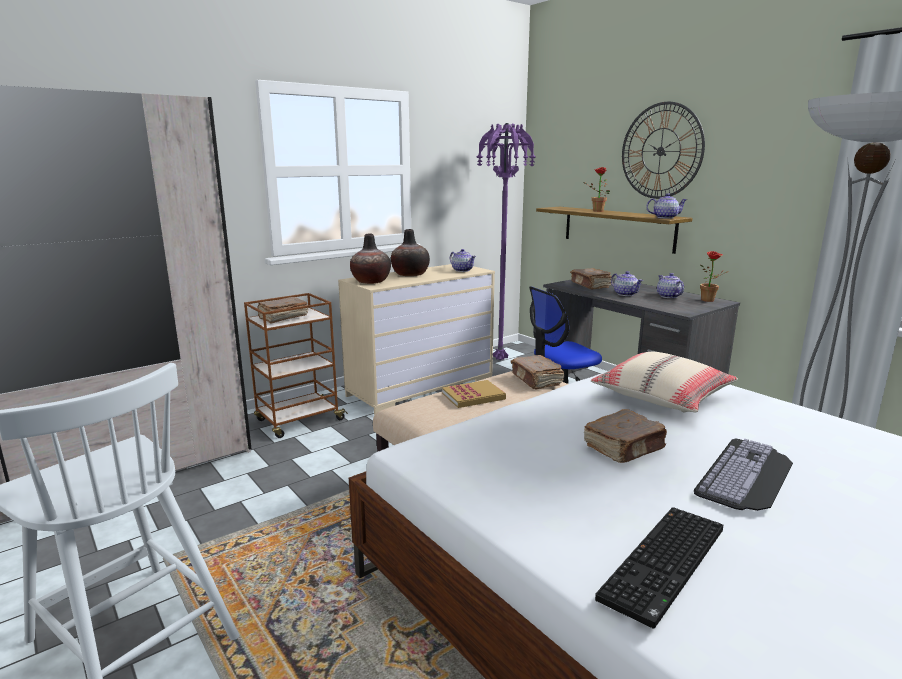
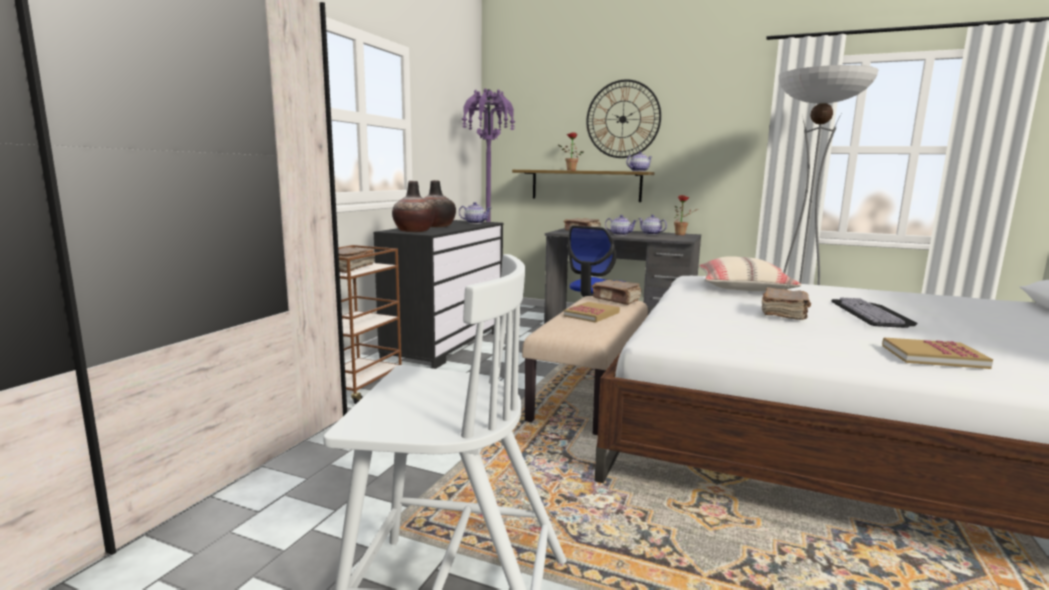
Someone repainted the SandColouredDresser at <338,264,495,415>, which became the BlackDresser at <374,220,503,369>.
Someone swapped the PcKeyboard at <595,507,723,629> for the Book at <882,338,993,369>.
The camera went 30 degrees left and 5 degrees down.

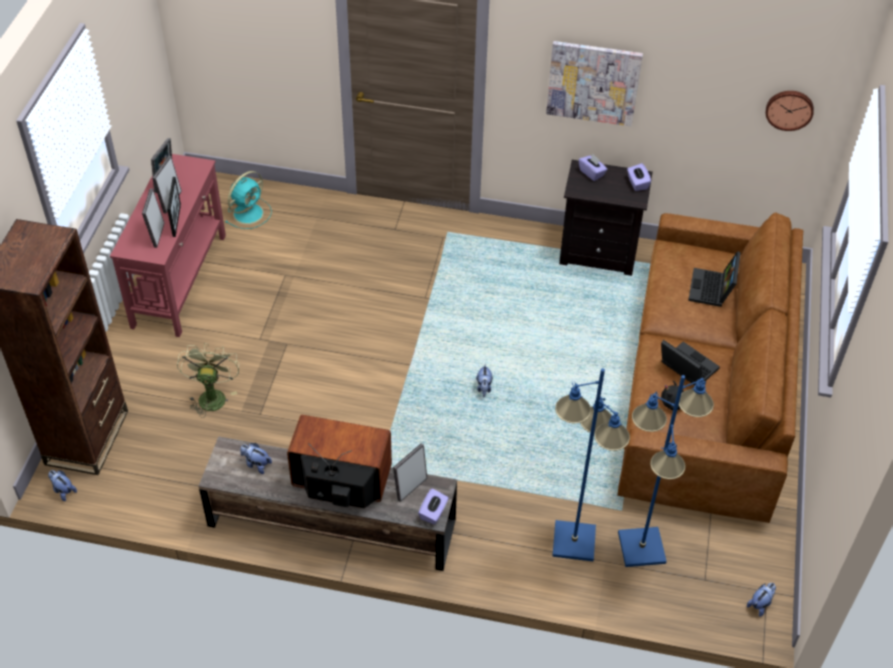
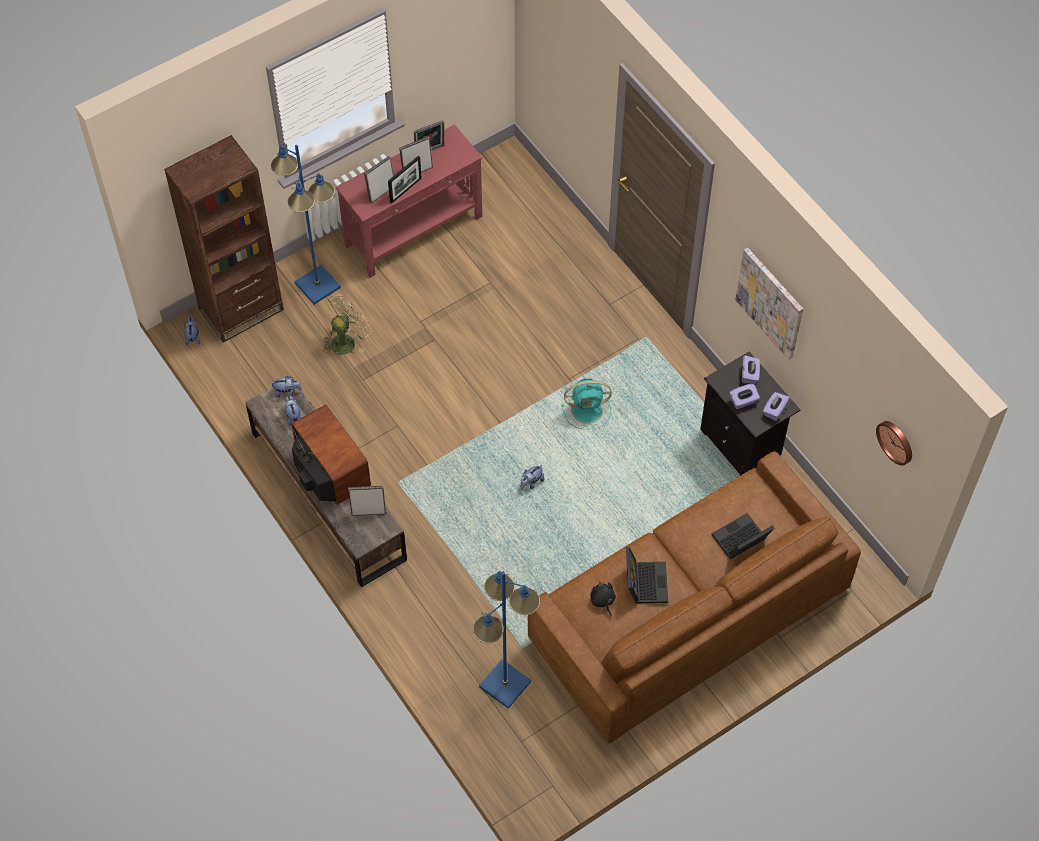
Someone carried the TurquoiseColouredElectricFan from <225,171,272,229> to <561,379,612,430>.
Someone carried the BlueColouredFloorLamp from <552,368,630,561> to <271,144,341,305>.
Someone carried the PurpleBoxOfTissues from <418,488,449,525> to <729,383,760,409>.
Someone carried the CuddlyToy from <747,583,776,617> to <271,376,302,398>.
The camera went 45 degrees right and 10 degrees up.

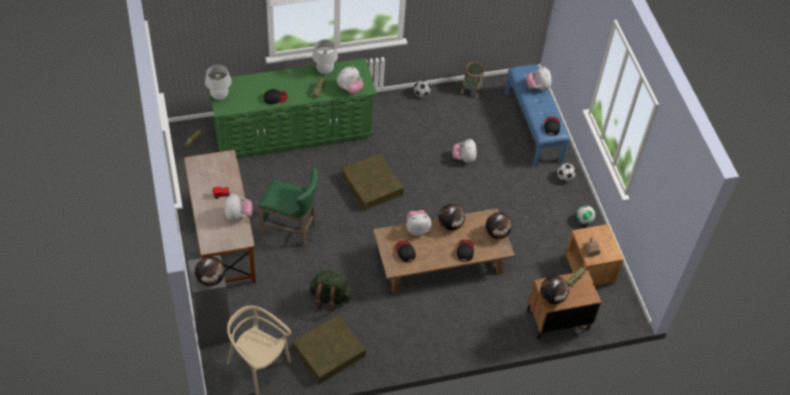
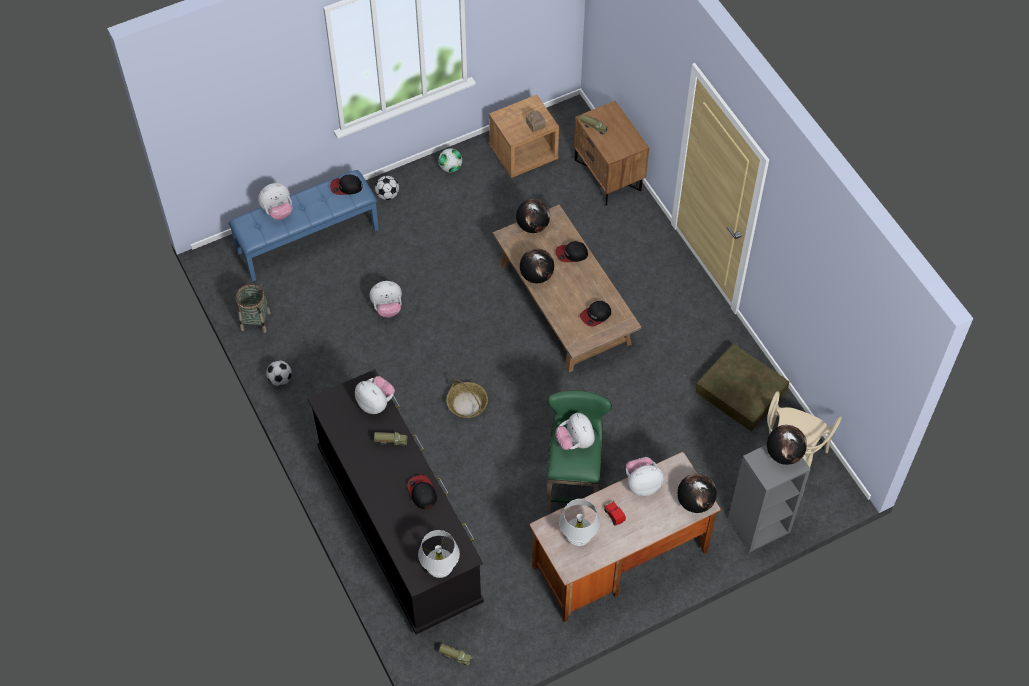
Someone carried the WhitishTabletopLamp from <312,39,338,74> to <559,499,600,546>.
Someone repainted the GreenColouredDresser at <209,58,377,158>, which became the BlackDresser at <308,369,484,634>.
Someone swapped the BrownStorageBox at <342,154,404,211> for the HouseholdBasket at <447,380,488,418>.
Someone carried the CuddlyToy from <406,210,432,236> to <555,413,595,450>.
Someone took away the GreenColouredRucksack at <309,270,352,311>.
Someone carried the DeskGlobe from <541,276,569,304> to <677,474,717,513>.
The camera went 100 degrees left and 5 degrees up.

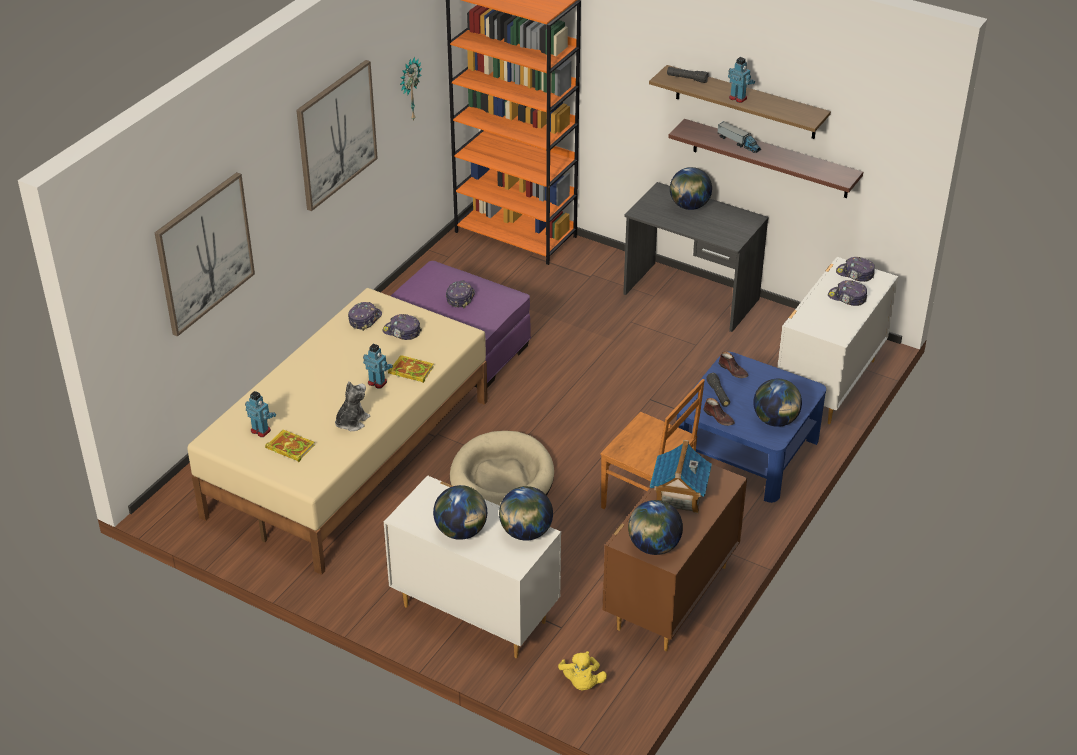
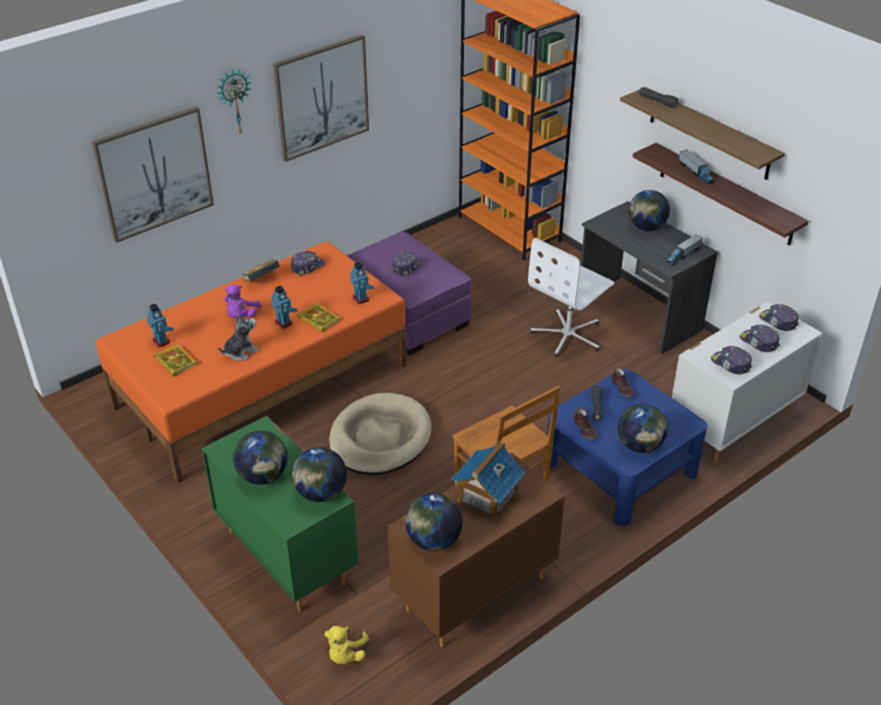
Someone carried the HangingClock from <400,57,422,121> to <217,69,252,135>.
Someone carried the ToyRobot from <728,57,755,103> to <350,262,374,304>.
Someone repainted the SandColouredBedroomBed at <187,288,488,575>, which became the OrangeyBedroomBed at <96,241,407,484>.
Someone carried the BaseballCap from <382,314,422,340> to <711,346,752,374>.
Someone repainted the WhitishDresser at <384,475,561,658>, which became the GreenColouredDresser at <202,416,359,612>.
Someone put down the ToyTruck at <665,234,703,265>.
Someone put down the WhitishOfficeChair at <528,238,614,357>.
Someone put down the Book at <242,259,280,282>.
Someone put down the PurpleCuddlyToy at <224,284,262,319>.
The camera went 20 degrees right and 0 degrees up.

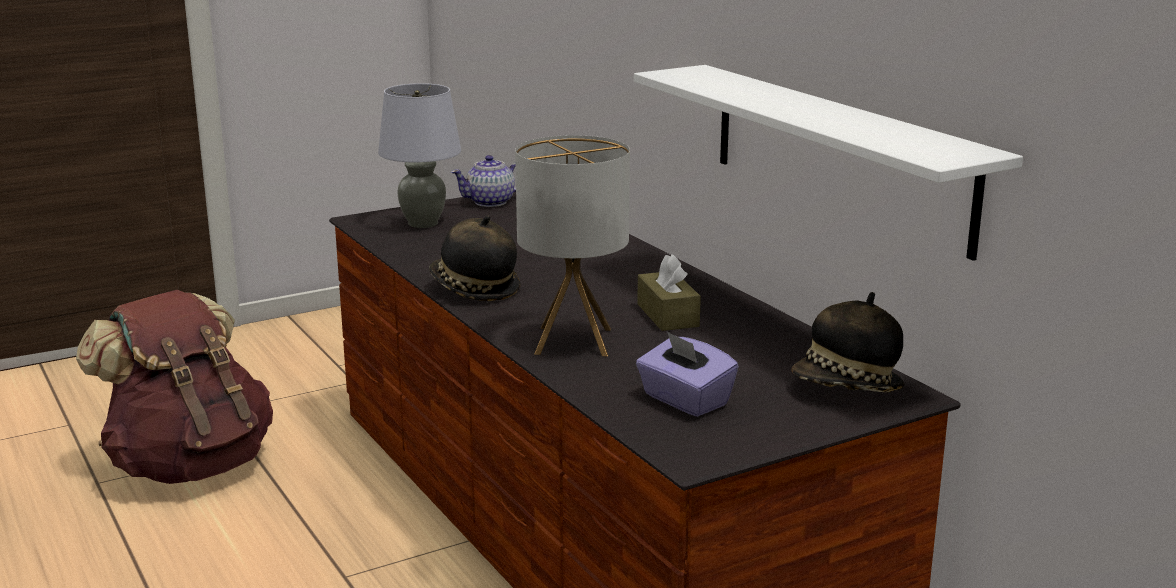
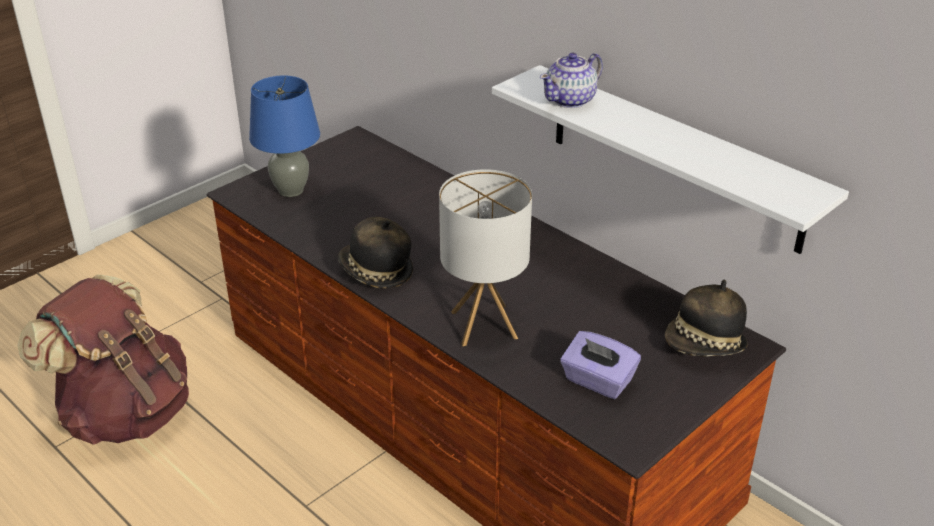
Someone repainted the GrayTabletopLamp at <378,83,461,228>, which became the BlueColouredTabletopLamp at <249,75,320,197>.
Someone carried the TeaPot from <451,155,516,207> to <540,53,603,108>.
Someone took away the BrownBoxOfTissues at <637,254,701,331>.
The camera went 15 degrees left and 15 degrees up.

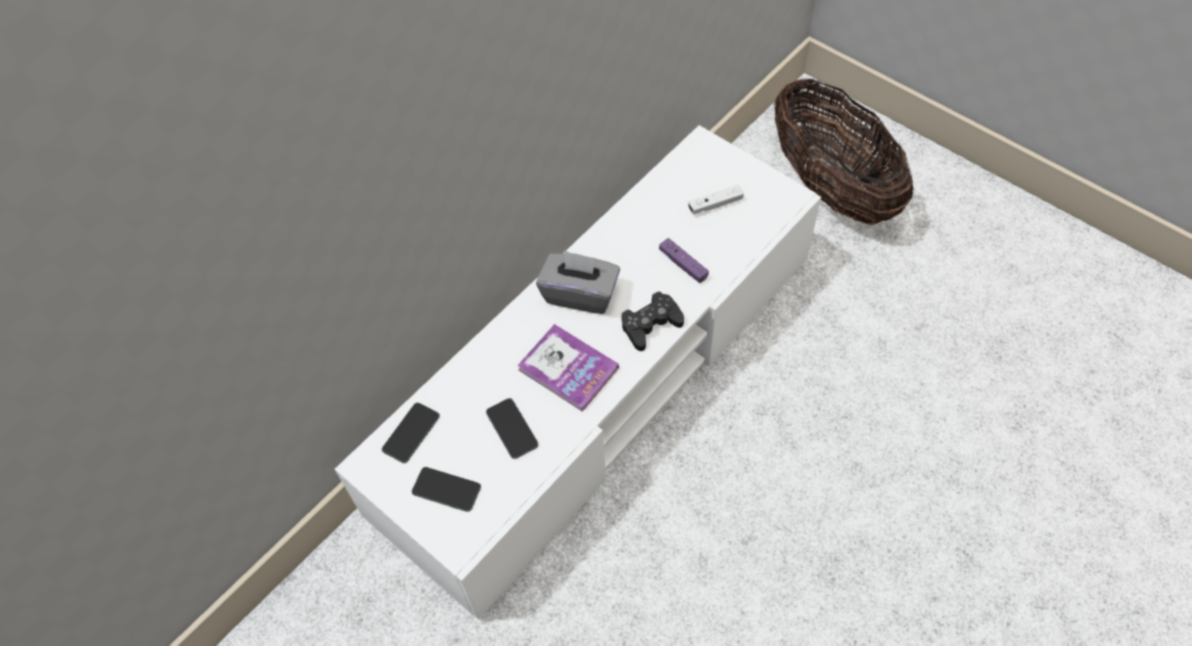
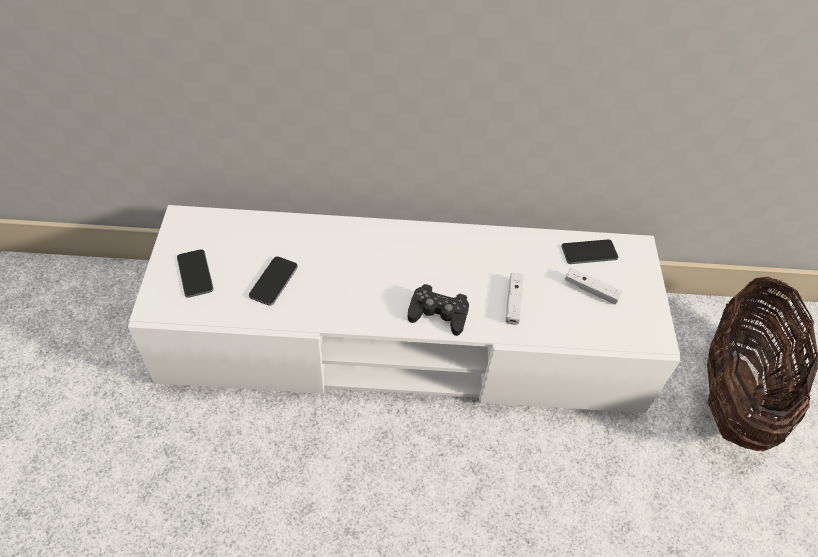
Someone repainted the PurpleJoypad at <659,238,709,283>, which became the WhitishJoypad at <506,273,524,325>.
Someone took away the GrayBoxOfTissues at <536,250,620,314>.
Someone took away the Book at <517,324,619,412>.
Someone carried the Phone from <382,403,440,463> to <561,239,618,264>.
The camera went 45 degrees right and 5 degrees down.

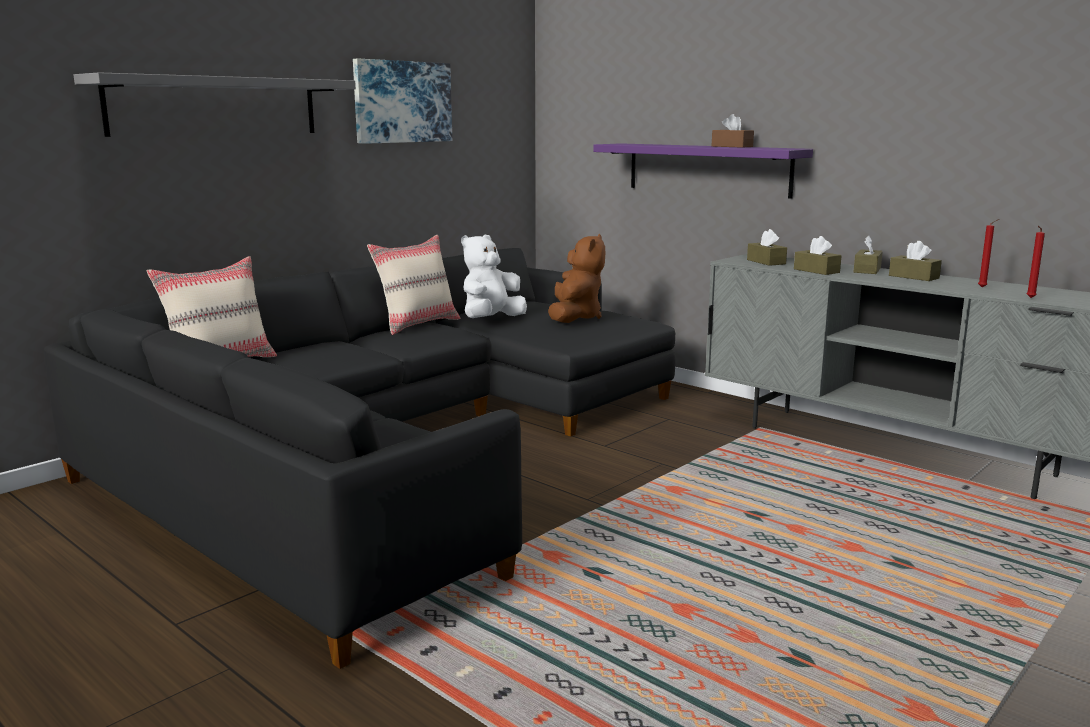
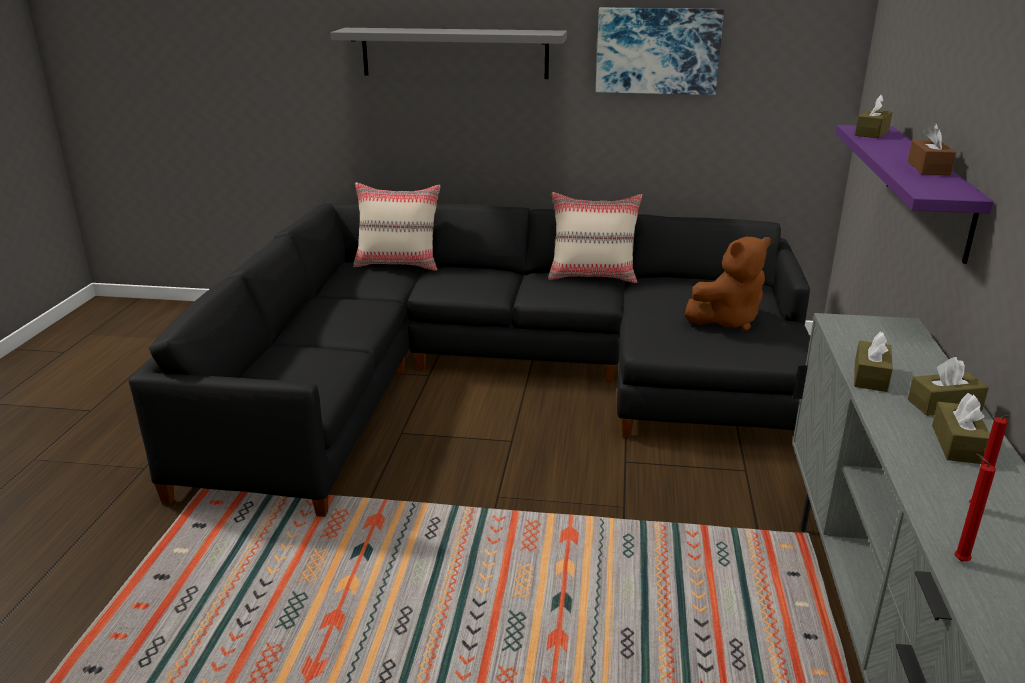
Someone carried the BrownBoxOfTissues from <747,229,787,266> to <855,95,893,138>.
Someone took away the WhitishCuddlyToy at <461,234,527,318>.
The camera went 55 degrees right and 10 degrees up.

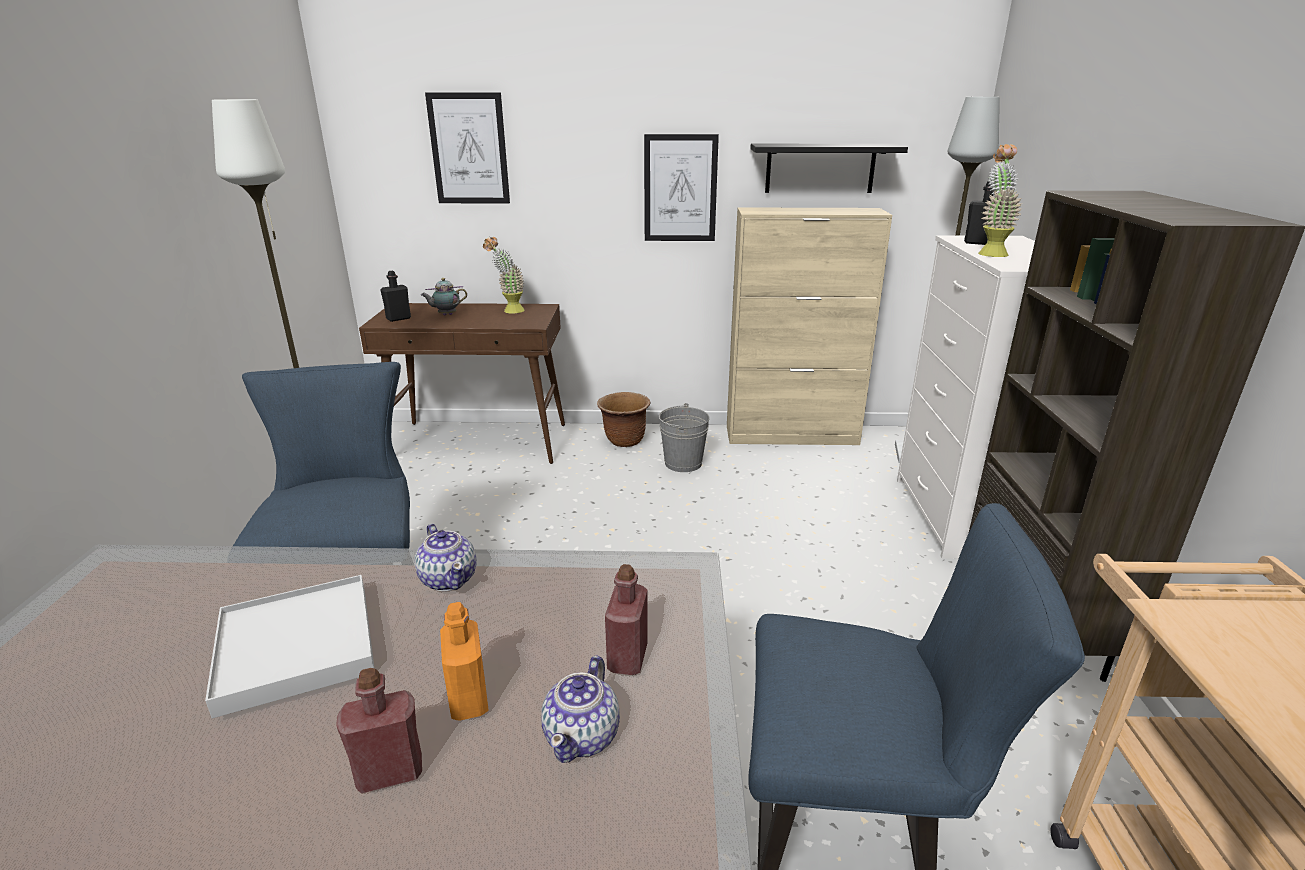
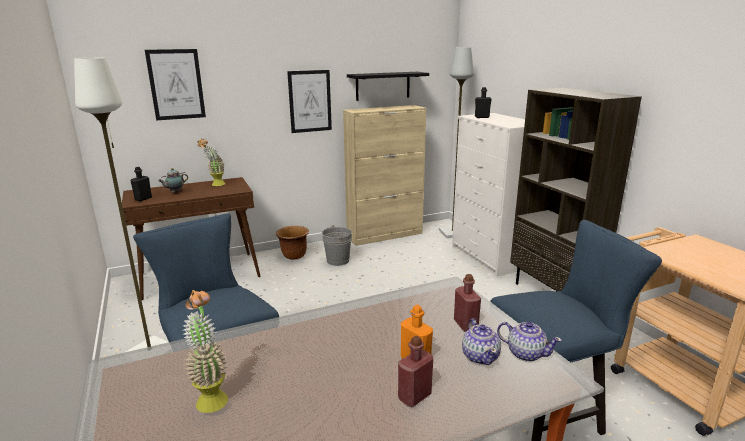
Someone carried the PottedPlant from <978,144,1023,257> to <183,290,228,413>.
Someone carried the TeaPot from <415,524,477,591> to <497,322,562,362>.
Someone took away the WhitishTray at <205,575,374,718>.
The camera went 25 degrees left and 5 degrees down.

